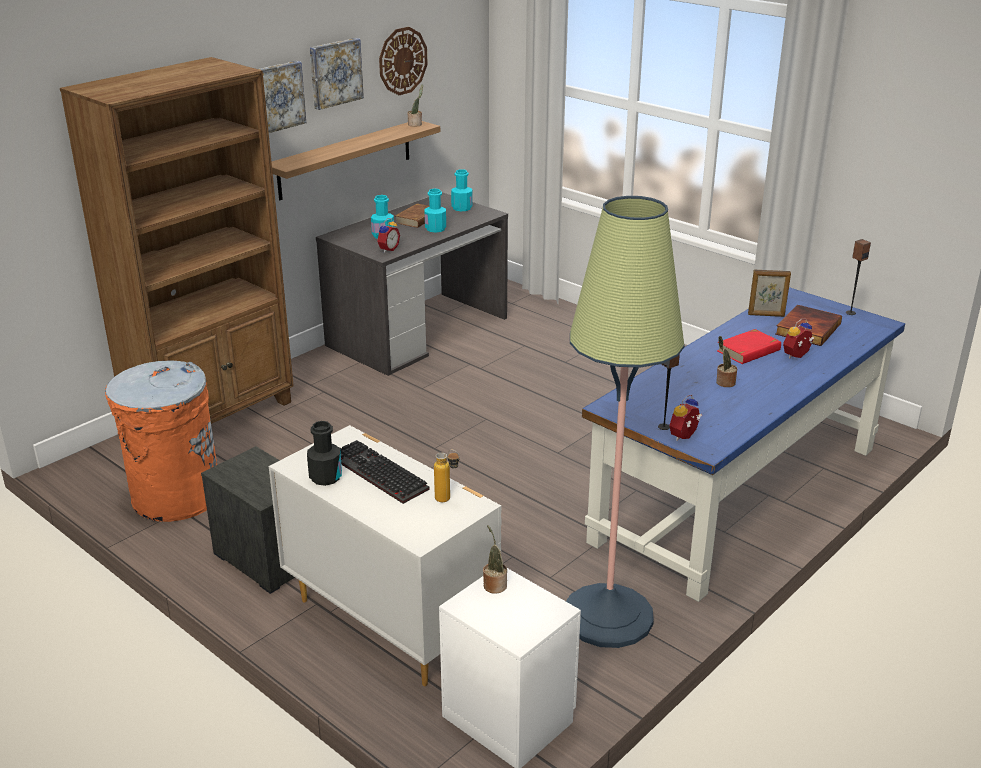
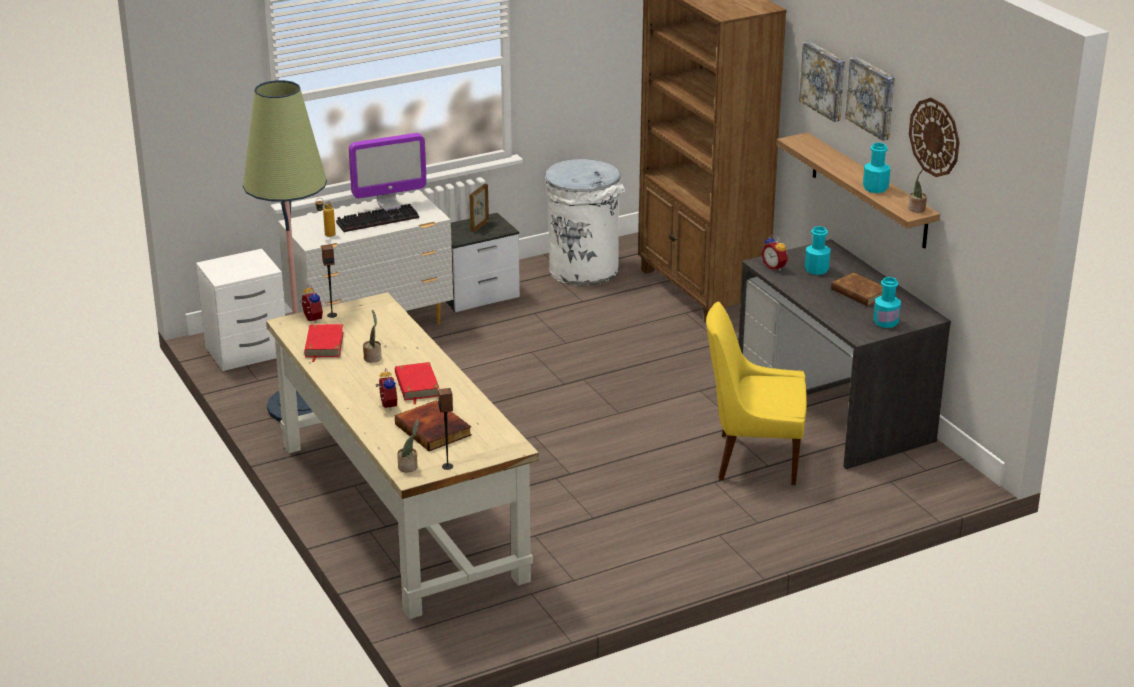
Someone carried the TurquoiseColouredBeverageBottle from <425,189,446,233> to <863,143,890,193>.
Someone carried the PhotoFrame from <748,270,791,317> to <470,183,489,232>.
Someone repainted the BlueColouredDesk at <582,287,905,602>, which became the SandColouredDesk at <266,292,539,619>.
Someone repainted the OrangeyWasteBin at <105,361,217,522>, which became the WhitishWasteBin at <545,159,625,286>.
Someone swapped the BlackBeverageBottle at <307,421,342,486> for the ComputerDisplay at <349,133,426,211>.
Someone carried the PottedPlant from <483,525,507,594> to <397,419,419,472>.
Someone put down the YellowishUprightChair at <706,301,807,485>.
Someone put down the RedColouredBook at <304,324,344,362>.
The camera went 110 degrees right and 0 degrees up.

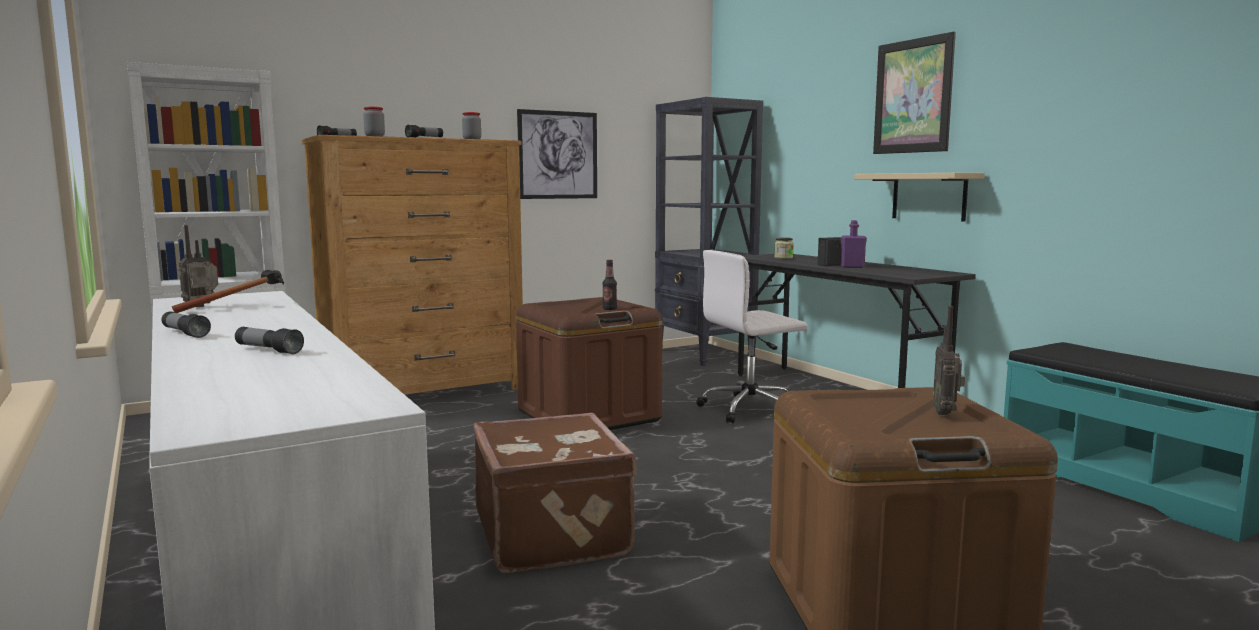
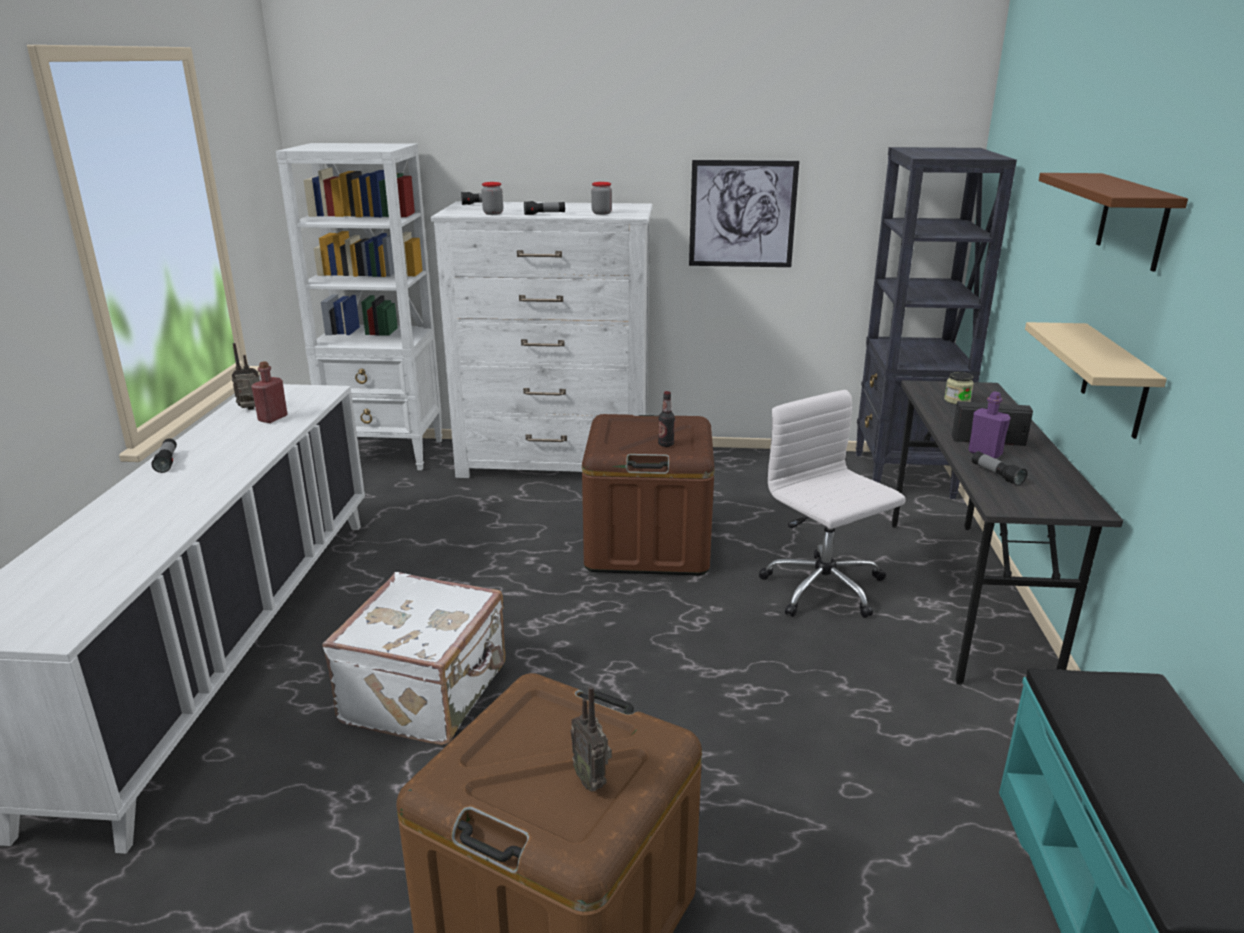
Someone swapped the WallArt at <873,32,956,154> for the BrownWallShelf at <1039,173,1188,272>.
Someone repainted the BrownDresser at <301,135,523,395>, which became the WhitishDresser at <431,201,652,478>.
Someone rotated the WhitishOfficeChair at <696,250,808,423> by 45 degrees clockwise.
Someone swapped the Hammer at <172,270,284,313> for the RedColouredBeverageBottle at <251,361,288,423>.
Someone rotated the Radio at <933,306,965,415> by 75 degrees counterclockwise.
Someone carried the Torch from <235,327,304,354> to <972,451,1027,486>.
Someone repainted the BrownPieceOfLuggage at <474,413,637,573>, which became the WhitishPieceOfLuggage at <322,572,506,745>.
The camera went 35 degrees right and 15 degrees up.

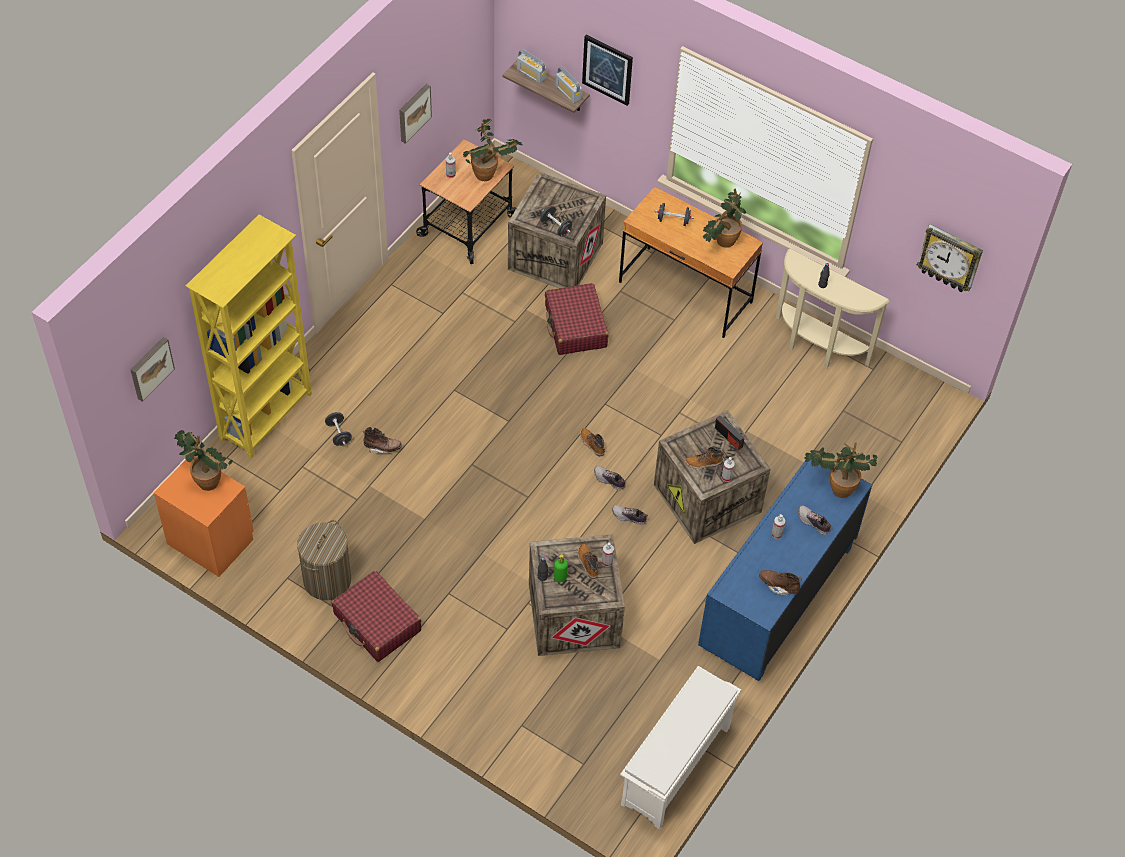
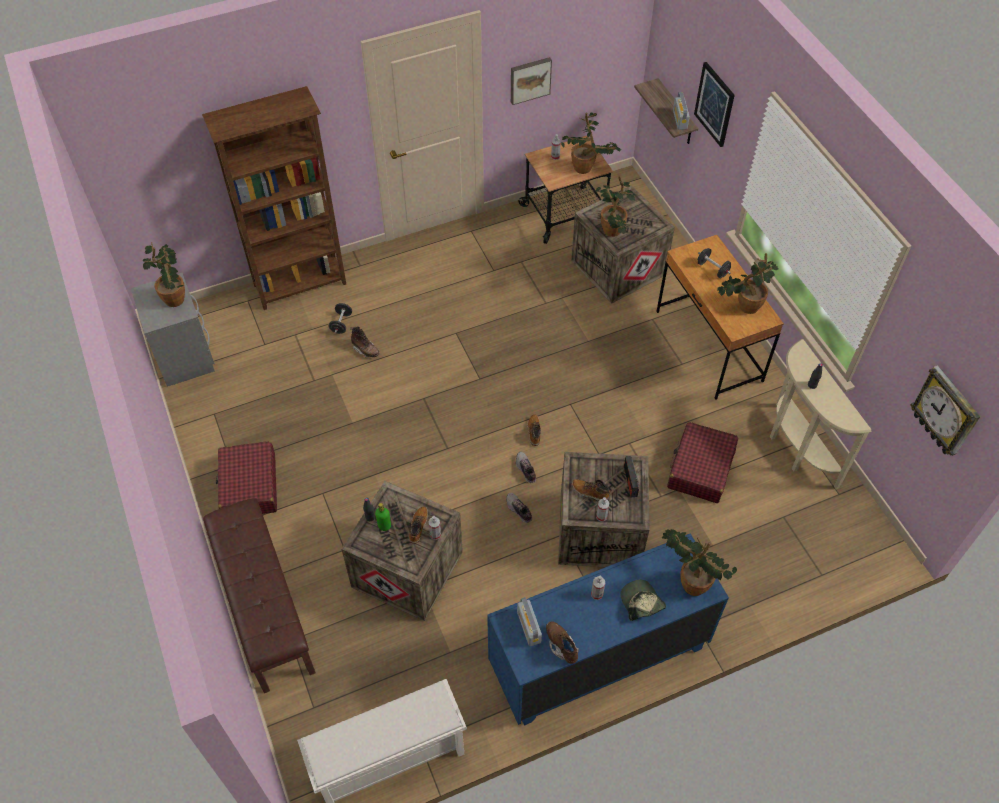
Someone carried the Radio from <517,49,546,84> to <517,597,542,646>.
Someone swapped the BlackDumbbell at <541,206,572,236> for the PottedPlant at <596,176,635,237>.
Someone repainted the YellowishShelvingUnit at <186,215,312,459>, which became the BrownShelvingUnit at <202,86,346,310>.
Someone carried the RedColouredPieceOfLuggage from <545,283,608,355> to <667,422,738,503>.
Someone took away the WallArt at <130,337,175,402>.
Someone repainted the OrangeyBedsideTable at <154,456,254,577>, which became the GrayBedsideTable at <130,273,215,387>.
Someone swapped the ItemOfFootwear at <798,506,832,535> for the BaseballCap at <620,580,666,621>.
Someone took away the Hamper at <297,520,351,600>.
Someone put down the BrownBench at <203,498,316,693>.
The camera went 35 degrees right and 0 degrees up.

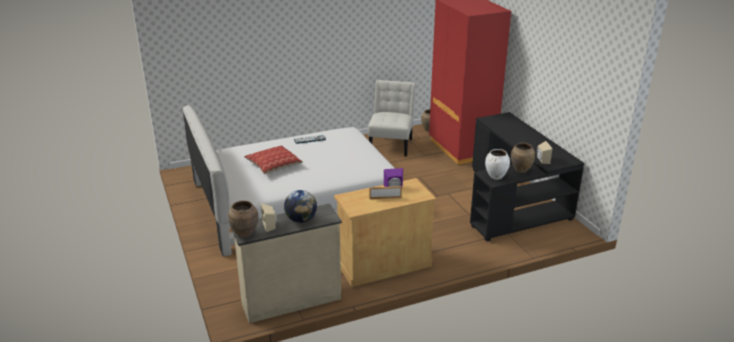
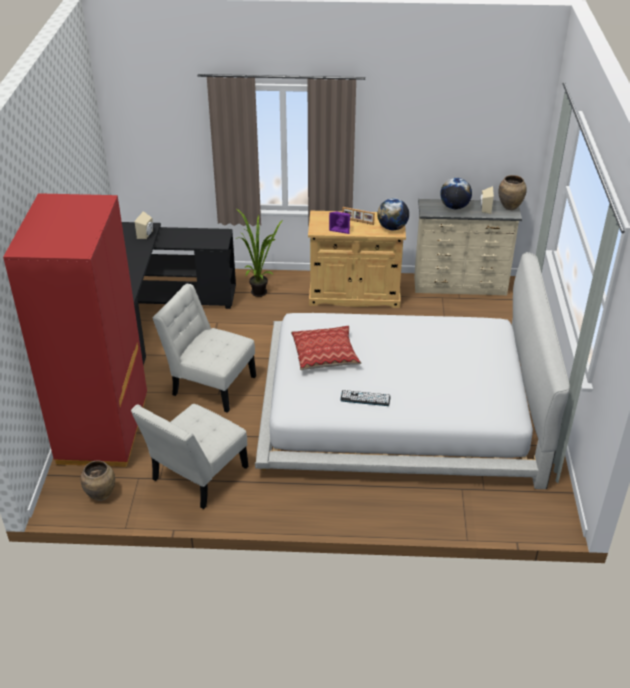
Someone took away the BrownFlowerVase at <511,143,535,173>.
Someone carried the Cushion from <244,146,303,174> to <291,326,361,370>.
Someone took away the WhitishFlowerVase at <485,149,510,180>.
Someone put down the DeskGlobe at <377,198,409,230>.
Someone put down the PottedPlant at <235,208,283,297>.
Someone put down the WhitishUprightChair at <153,284,256,413>.
The camera went 155 degrees left and 10 degrees up.

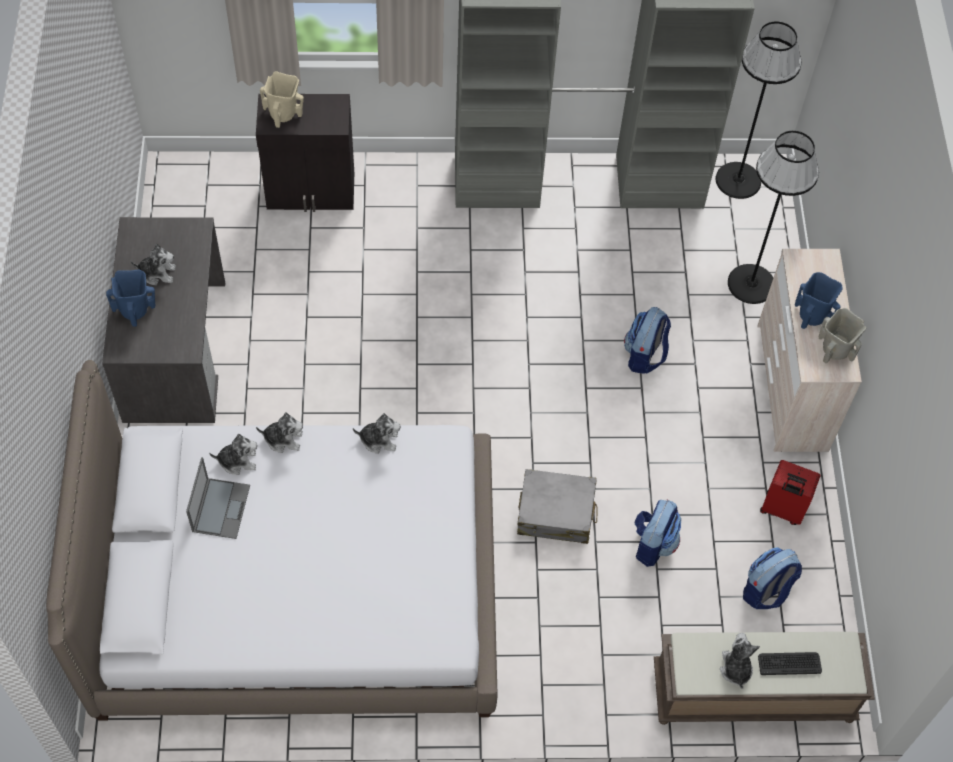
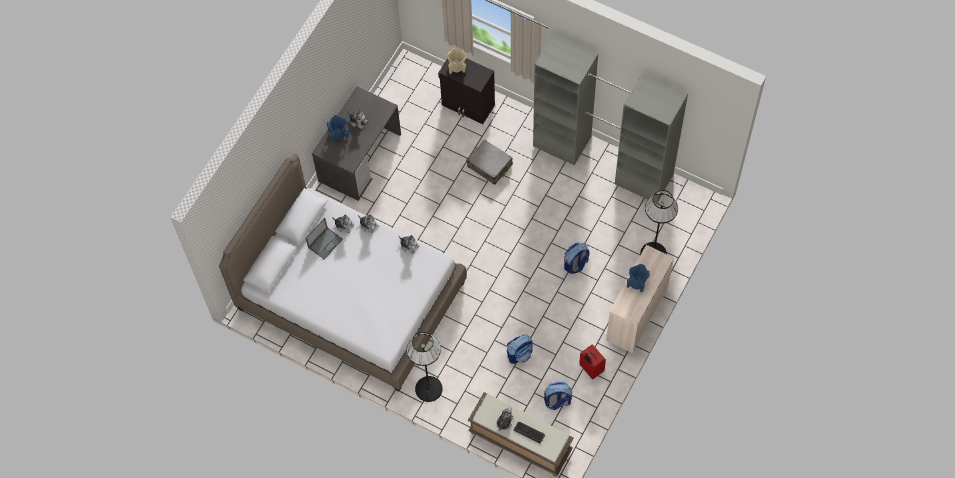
Someone carried the BlackFloorLamp from <716,21,802,199> to <407,332,443,402>.
Someone took away the SandColouredFlowerVase at <819,308,866,363>.
Someone carried the GrayPieceOfLuggage from <517,469,597,544> to <466,139,513,185>.
The camera went 35 degrees right and 5 degrees up.

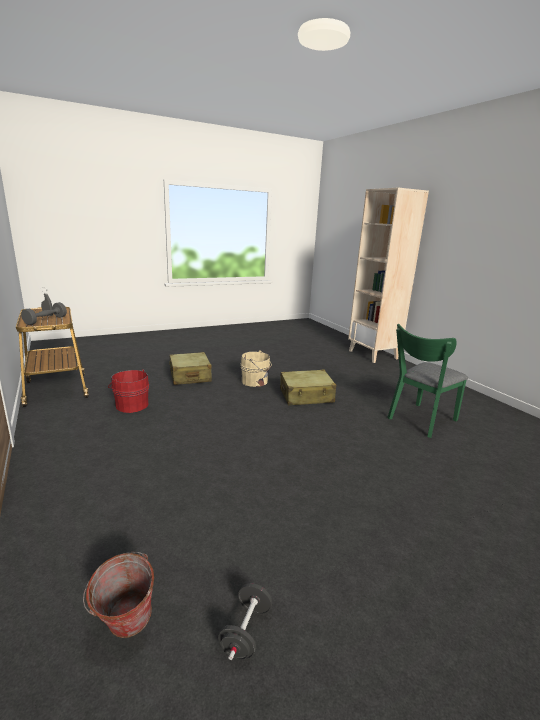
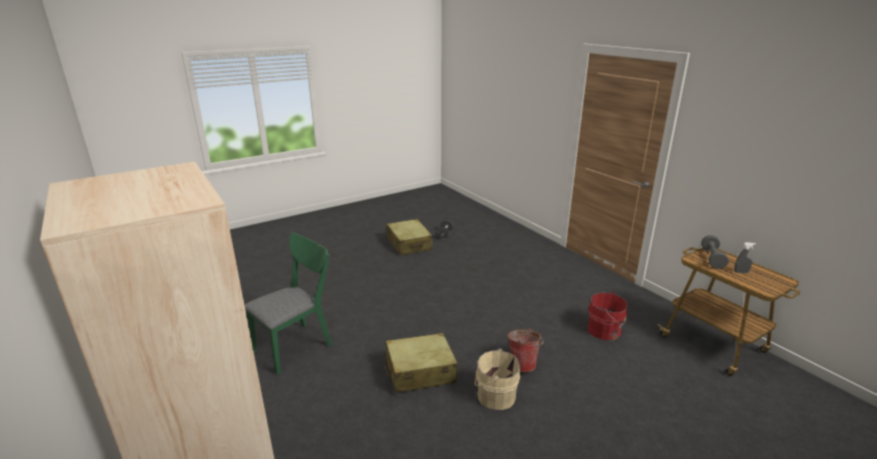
Someone carried the SandColouredPieceOfLuggage from <169,352,212,385> to <387,219,433,255>.
Someone carried the WaterBucket from <83,552,154,638> to <507,327,544,372>.
The camera went 175 degrees right and 5 degrees up.

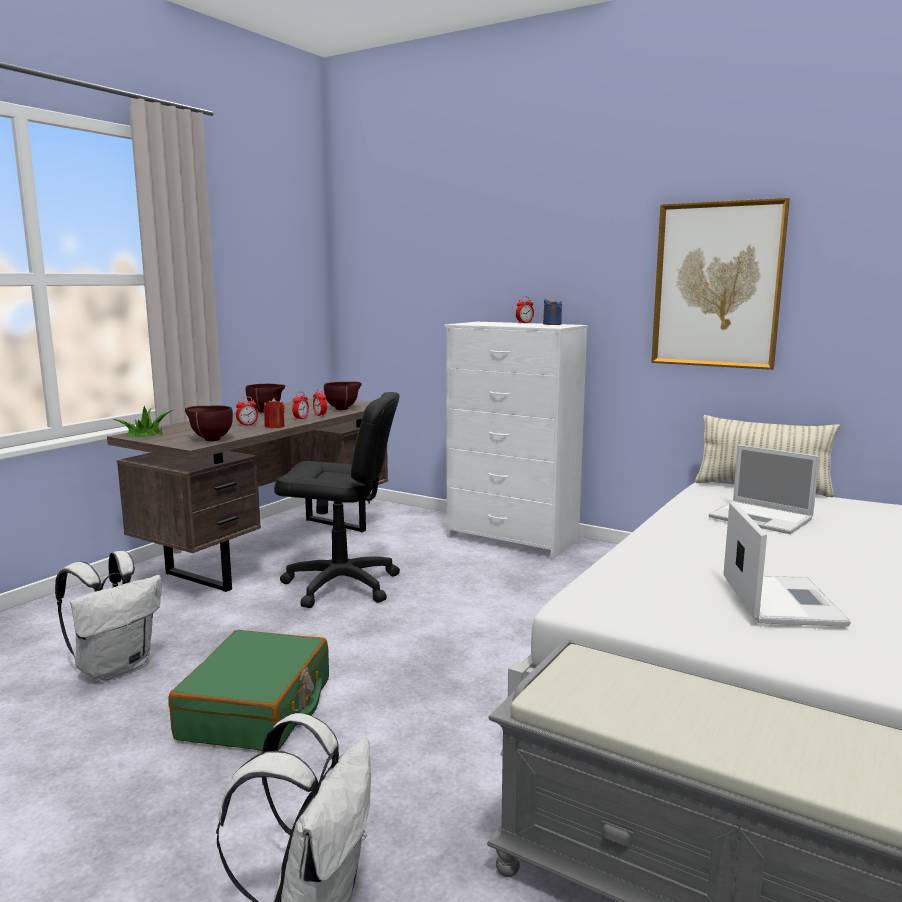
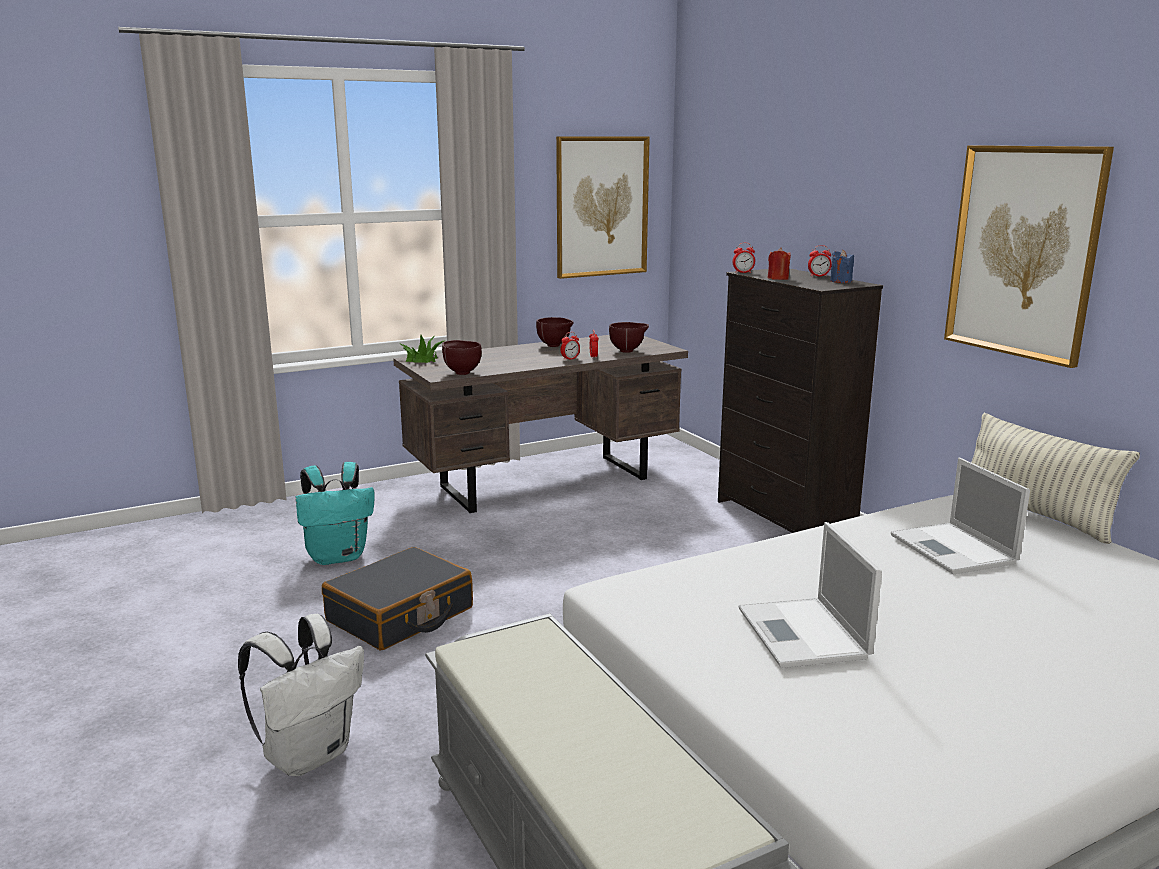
Someone repainted the WhitishDresser at <444,322,588,559>, which became the BlackDresser at <718,269,883,533>.
Someone took away the BlackOfficeChair at <274,392,400,608>.
Someone carried the TableClock from <236,397,258,426> to <733,243,755,273>.
Someone carried the RedColouredWaxLight from <264,398,285,428> to <767,247,791,280>.
Someone rotated the PortableComputer at <723,501,851,627> by 135 degrees clockwise.
Someone repainted the WhitishRucksack at <55,551,162,681>, which became the TurquoiseColouredRucksack at <296,462,374,565>.
Someone repainted the GreenColouredPieceOfLuggage at <168,630,329,751>, which became the BlackPieceOfLuggage at <322,547,473,650>.
Someone put up the WallArt at <556,136,650,279>.
The camera went 30 degrees right and 5 degrees up.

